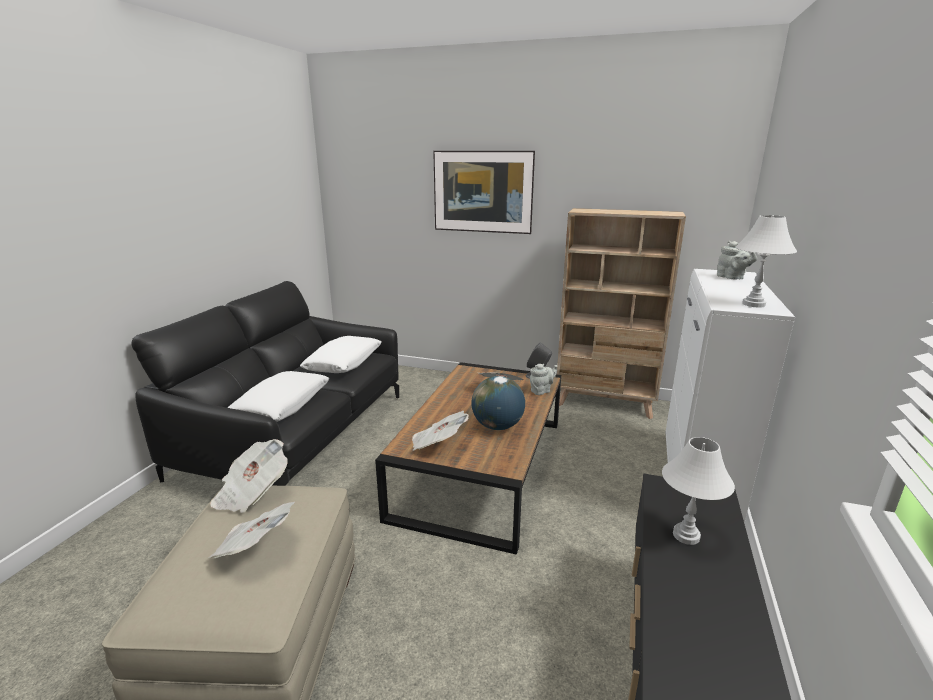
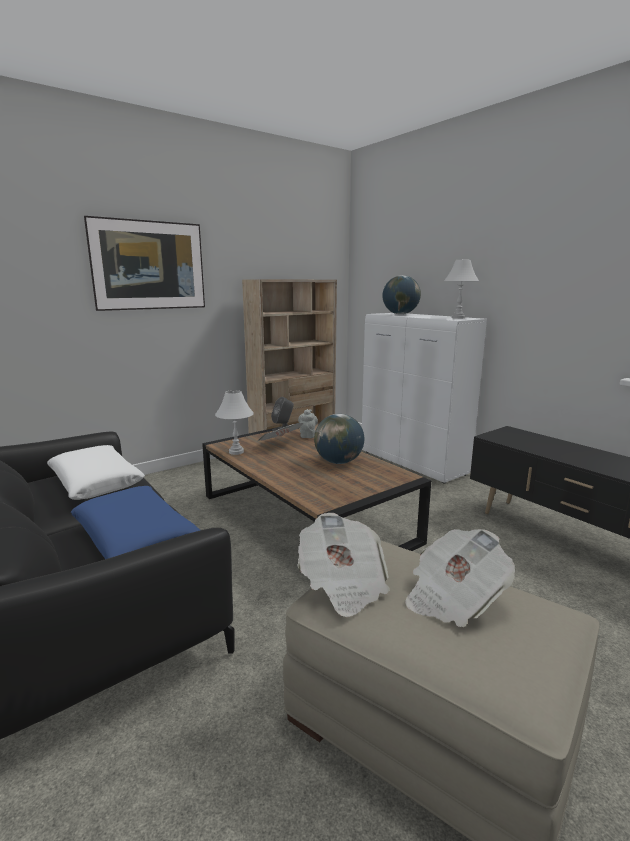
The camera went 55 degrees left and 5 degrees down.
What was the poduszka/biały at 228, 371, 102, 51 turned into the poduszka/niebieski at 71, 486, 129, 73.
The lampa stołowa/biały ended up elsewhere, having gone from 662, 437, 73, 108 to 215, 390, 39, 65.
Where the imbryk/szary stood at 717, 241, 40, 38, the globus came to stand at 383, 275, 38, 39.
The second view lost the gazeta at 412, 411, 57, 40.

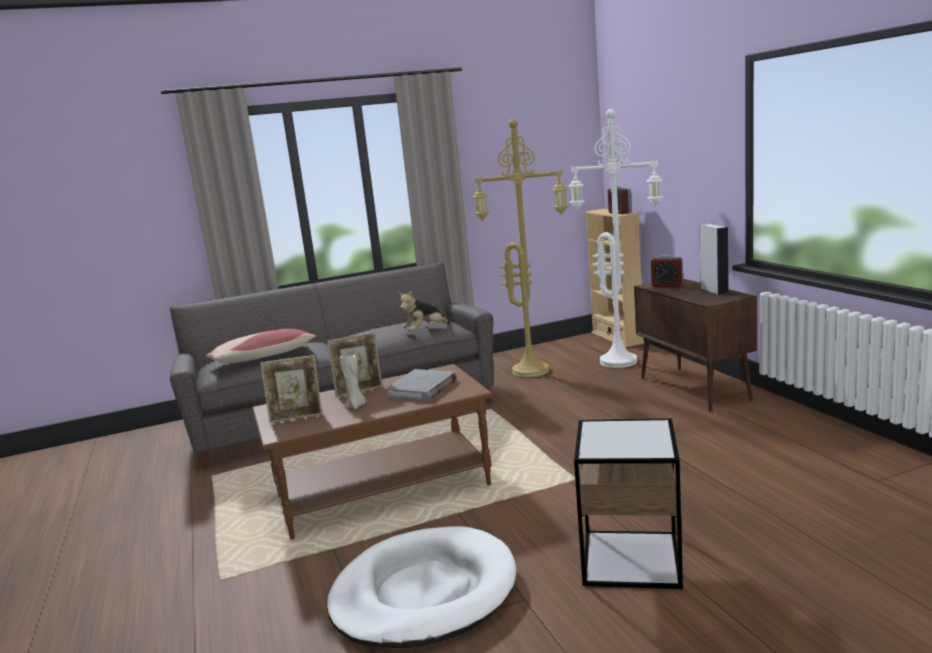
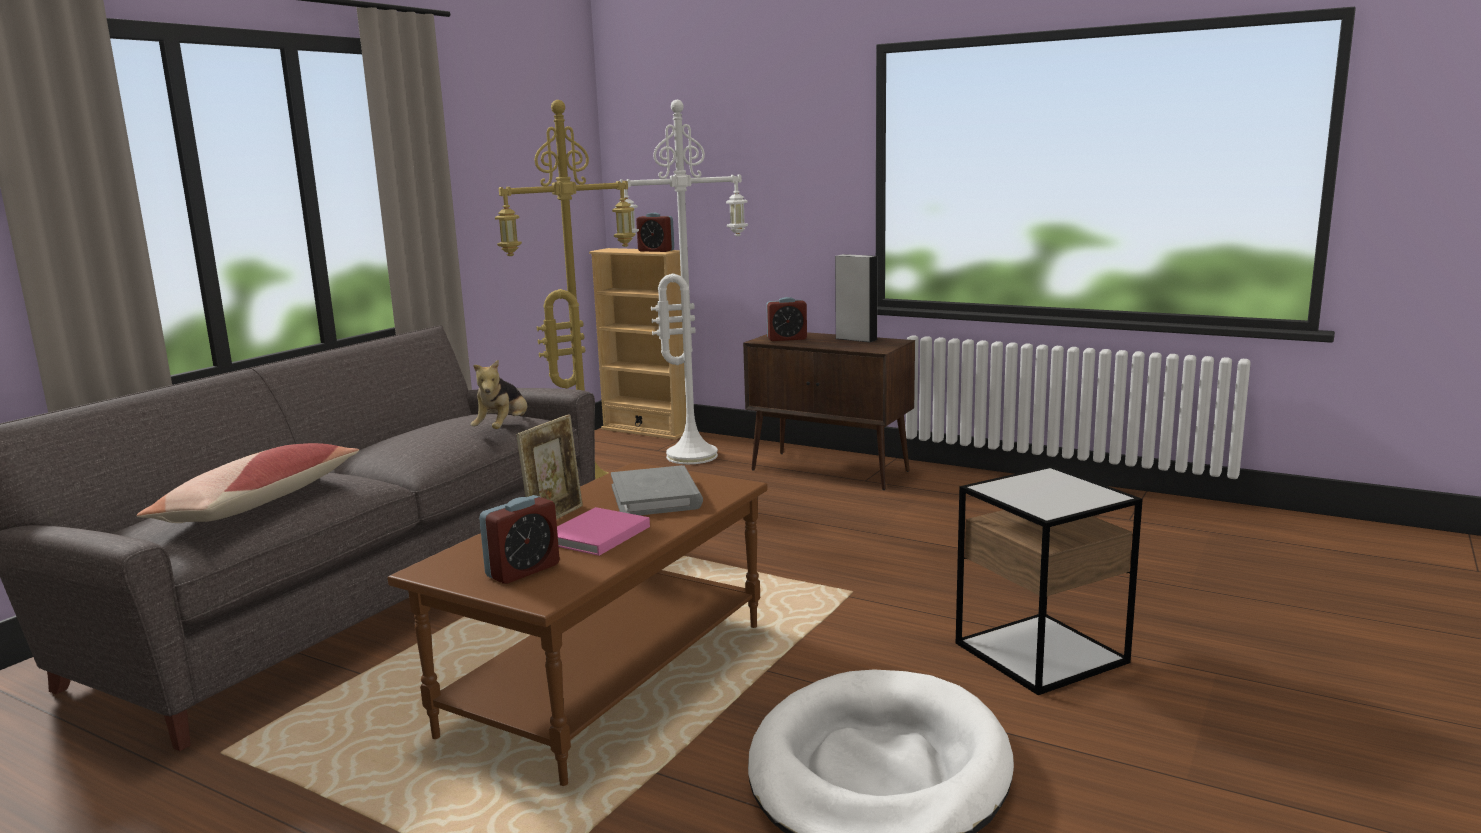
The camera went 40 degrees left and 0 degrees up.
Where the ramka na zdjęcie stood at 260, 355, 63, 68, the budzik came to stand at 479, 495, 80, 89.
Where the świeca/beżowy stood at 339, 354, 27, 55, the książka/różowy came to stand at 557, 507, 93, 49.

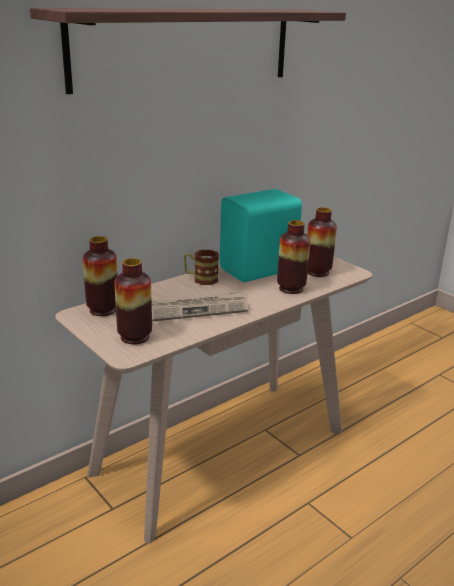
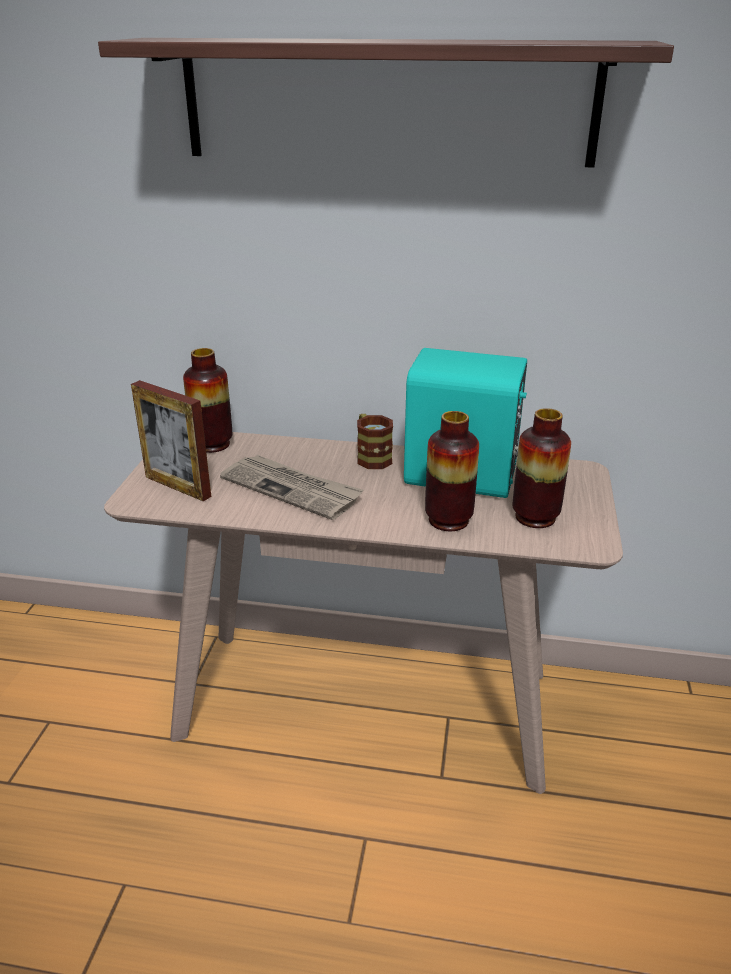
The camera went 50 degrees right and 5 degrees up.
Where the wazon stood at 115, 258, 37, 86, the ramka na zdjęcie came to stand at 131, 380, 80, 121.

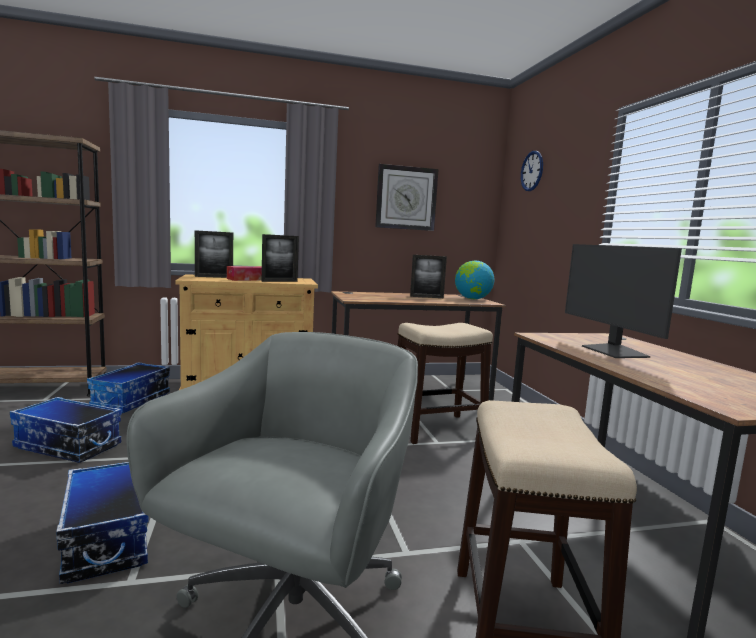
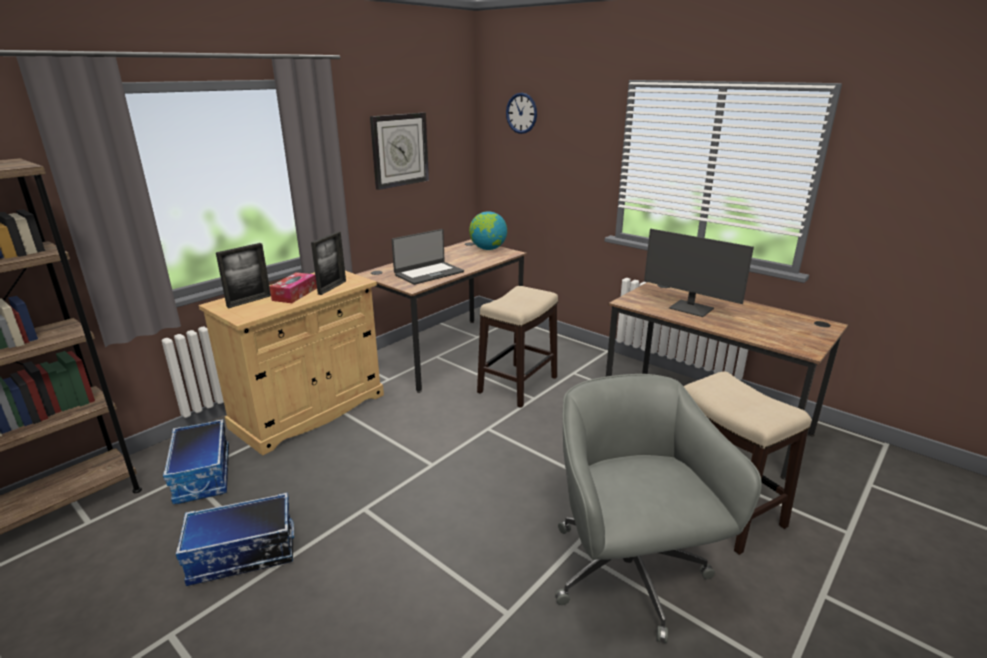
The camera went 35 degrees left and 15 degrees up.
The second view gained the laptop at 392, 229, 72, 56.
The second view lost the pojemnik do przechowywania at 56, 462, 93, 122.
The second view lost the ramka na zdjęcie at 410, 255, 37, 43.

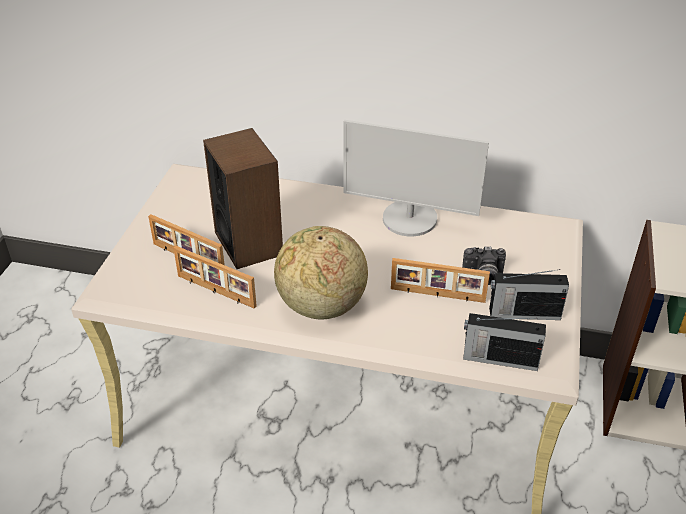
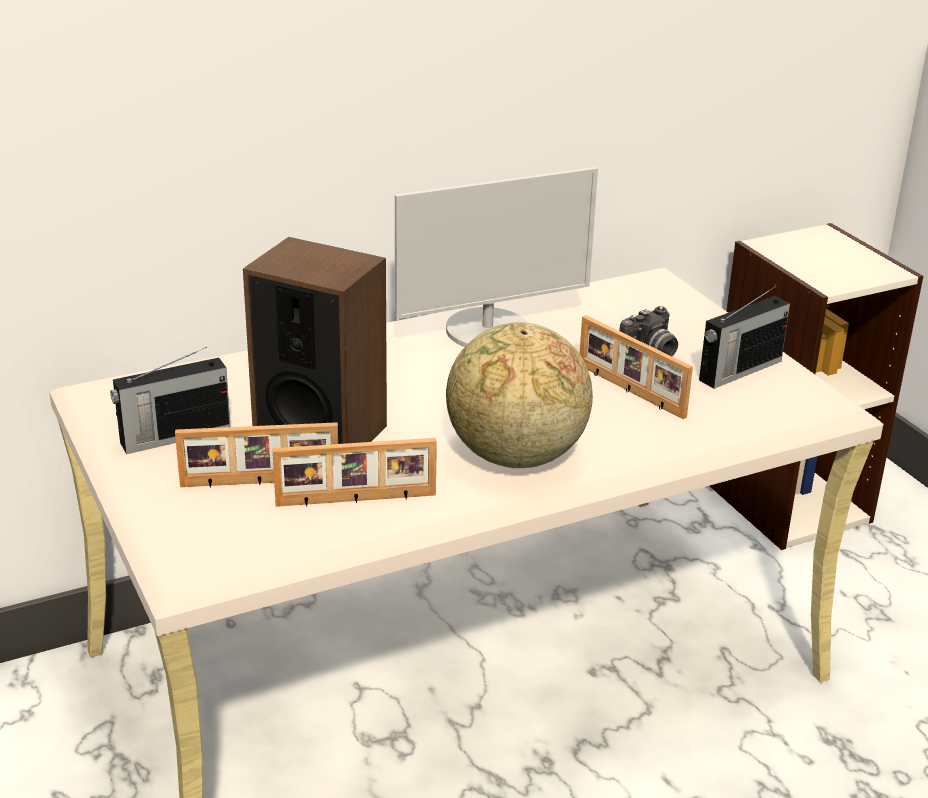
The camera went 40 degrees left and 10 degrees down.
The radio ended up elsewhere, having gone from 463, 313, 83, 58 to 110, 347, 121, 107.
The ramka na zdjęcie at 391, 258, 99, 45 ended up facing another way, 75 degrees clockwise from before.

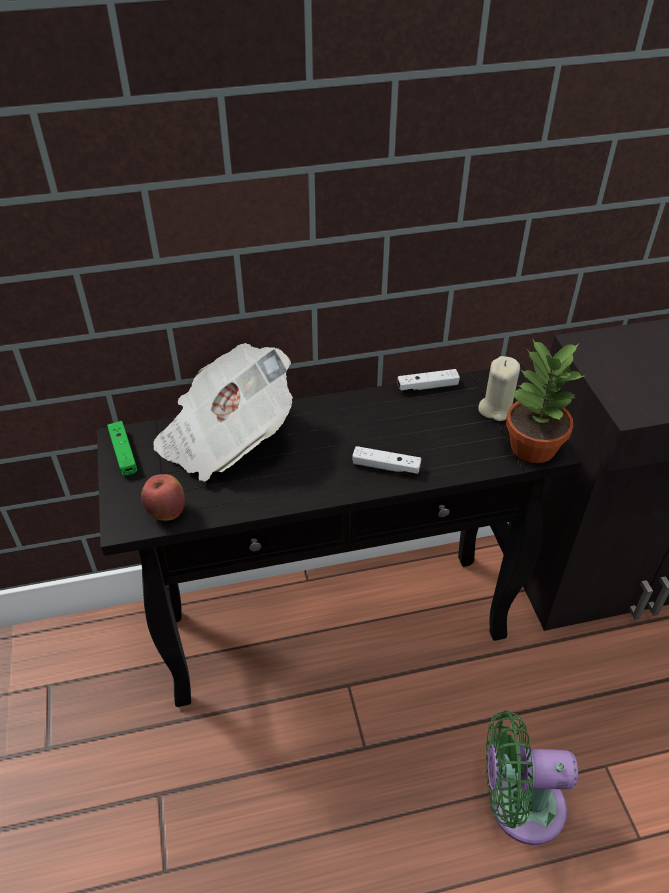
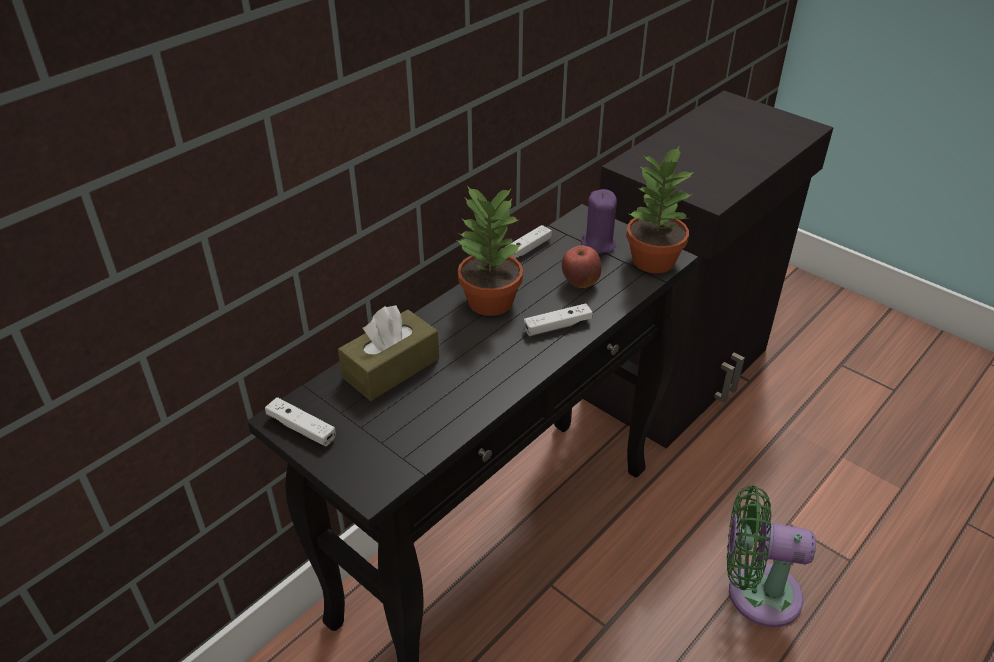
The camera went 35 degrees left and 5 degrees down.
What was the pad do gier/zielony at 107, 421, 30, 55 turned into the pad do gier/biały at 265, 397, 71, 49.
Where the gazeta stood at 153, 343, 140, 139, the pudełko chusteczek/brązowy came to stand at 338, 306, 101, 95.
The second view gained the roślina doniczkowa at 457, 186, 66, 130.
The jabłko ended up elsewhere, having gone from 141, 474, 44, 47 to 562, 245, 39, 43.
What was the świeca/beżowy at 478, 356, 42, 65 turned into the świeca/fioletowy at 581, 189, 36, 65.
The wentylator/zielony at 486, 710, 92, 135 ended up facing another way, 45 degrees clockwise from before.

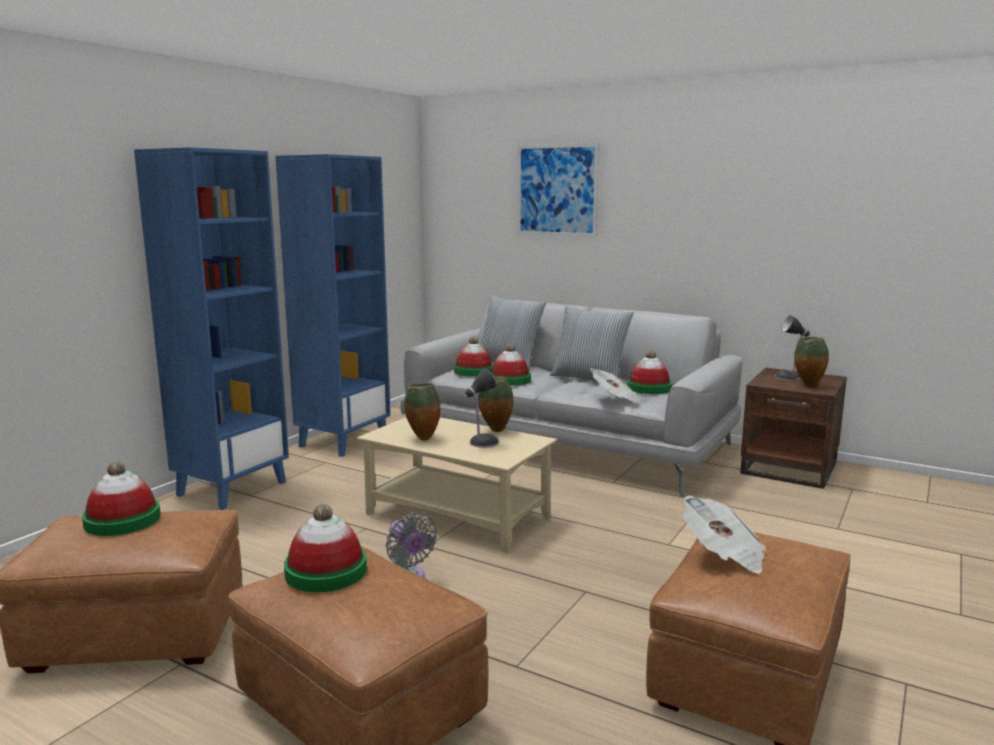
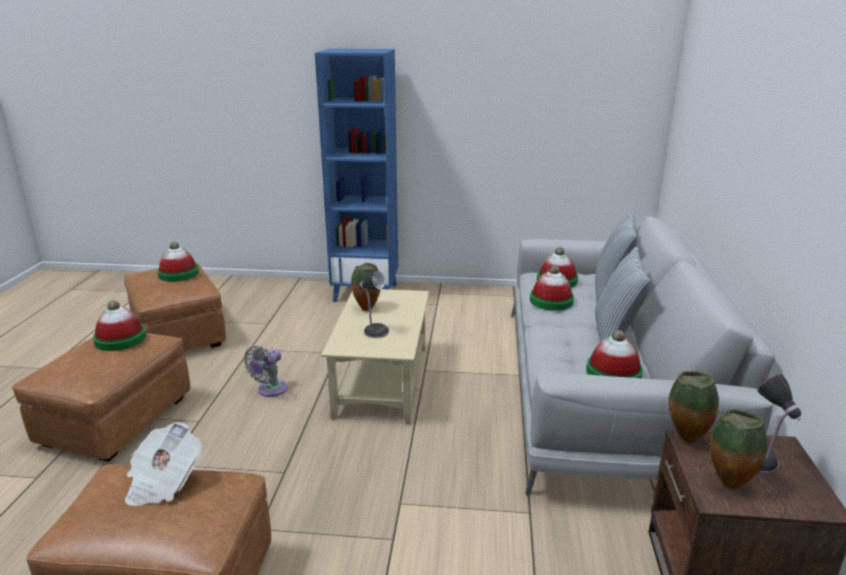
The camera went 65 degrees right and 10 degrees up.
The wazon ended up elsewhere, having gone from 478, 376, 35, 56 to 668, 371, 51, 72.
The second view lost the regał/niebieski at 275, 154, 115, 303.
The second view lost the obraz at 517, 143, 82, 94.
The second view lost the gazeta at 590, 368, 49, 36.

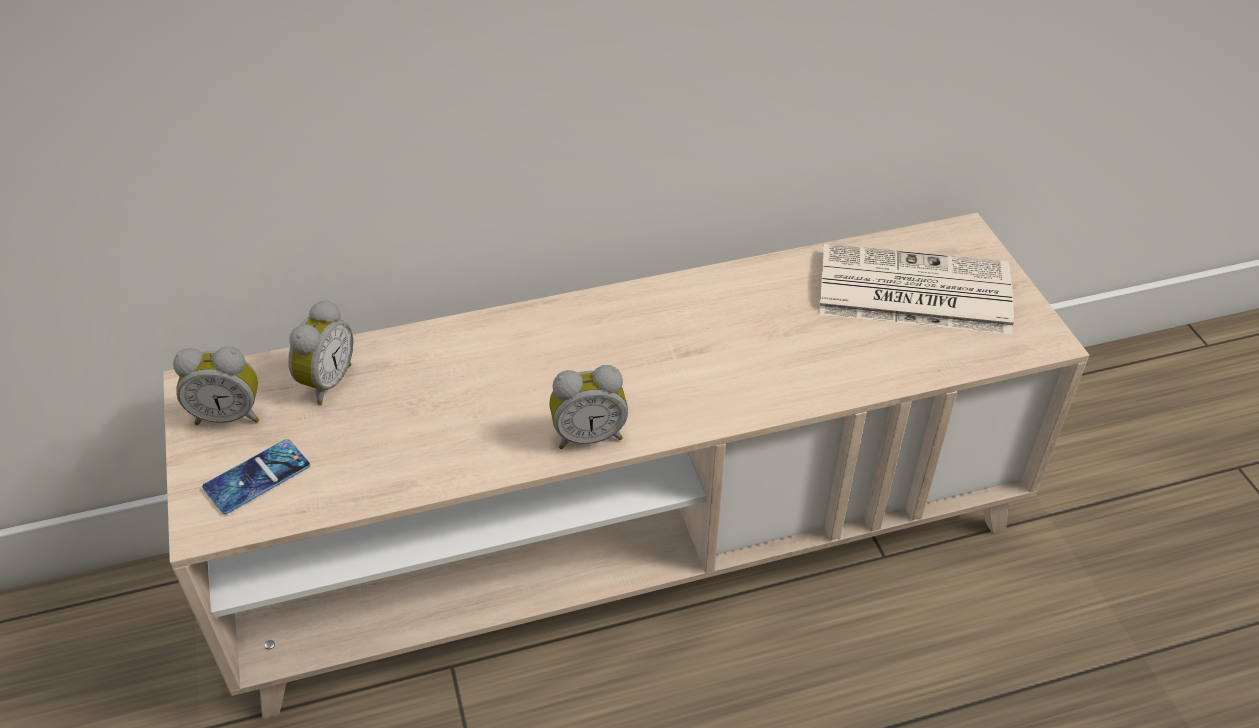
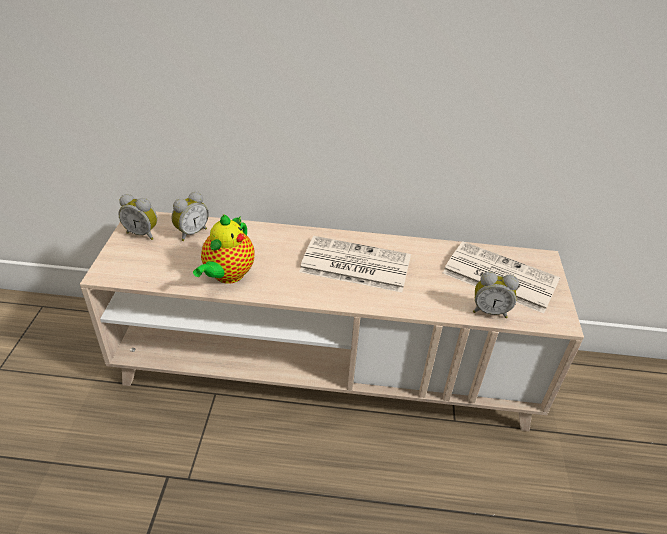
The camera went 20 degrees right and 5 degrees down.
The second view gained the imbryk at 193, 214, 62, 70.
The second view gained the gazeta at 299, 236, 112, 56.
The budzik ended up elsewhere, having gone from 549, 365, 79, 84 to 473, 271, 46, 47.
The second view lost the telefon at 202, 439, 108, 75.

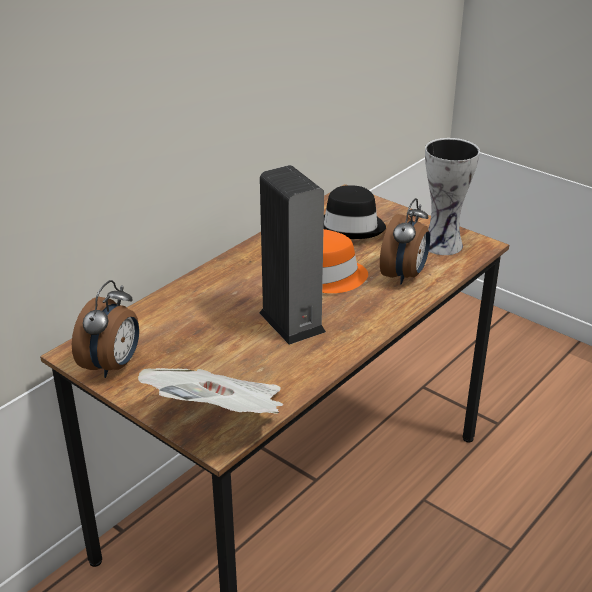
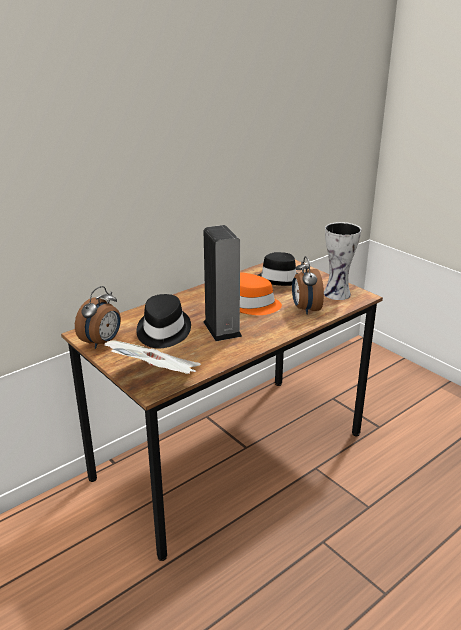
The camera went 10 degrees right and 5 degrees down.
The second view gained the kapelusz/czarny at 136, 294, 55, 55.
The budzik at 380, 198, 50, 87 ended up facing another way, 135 degrees clockwise from before.

